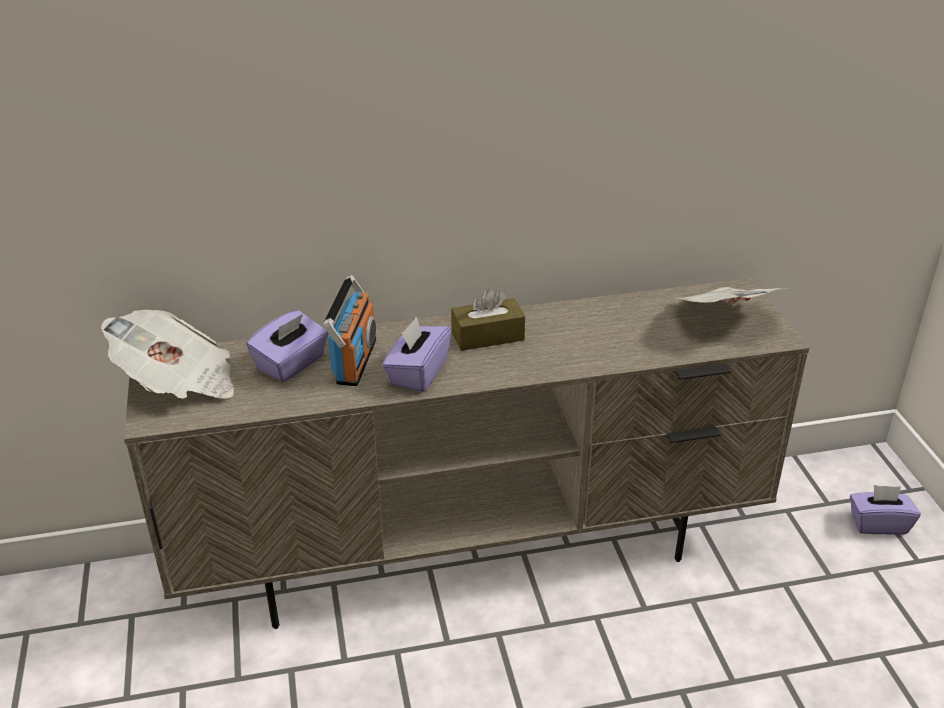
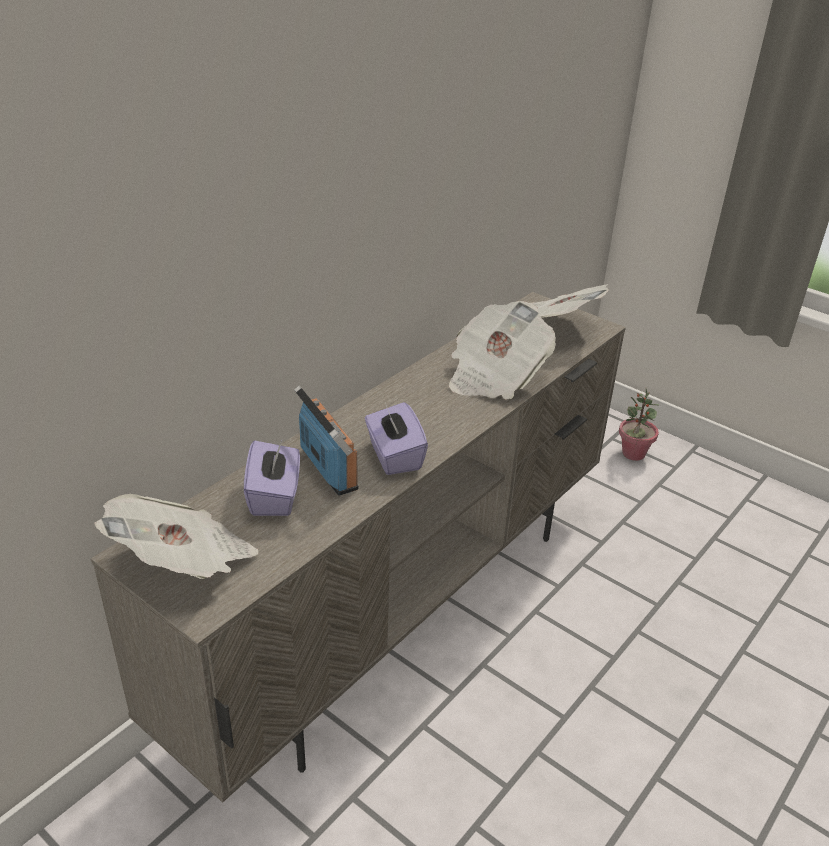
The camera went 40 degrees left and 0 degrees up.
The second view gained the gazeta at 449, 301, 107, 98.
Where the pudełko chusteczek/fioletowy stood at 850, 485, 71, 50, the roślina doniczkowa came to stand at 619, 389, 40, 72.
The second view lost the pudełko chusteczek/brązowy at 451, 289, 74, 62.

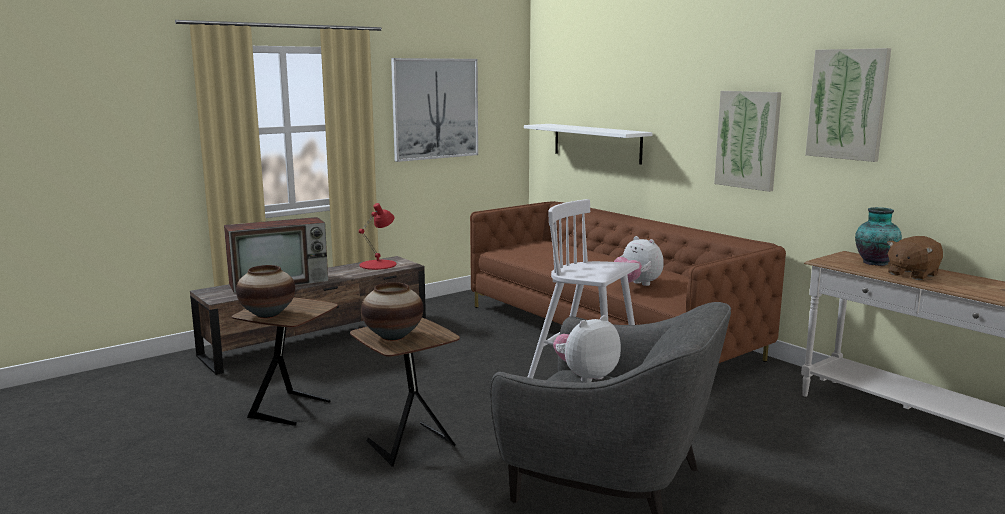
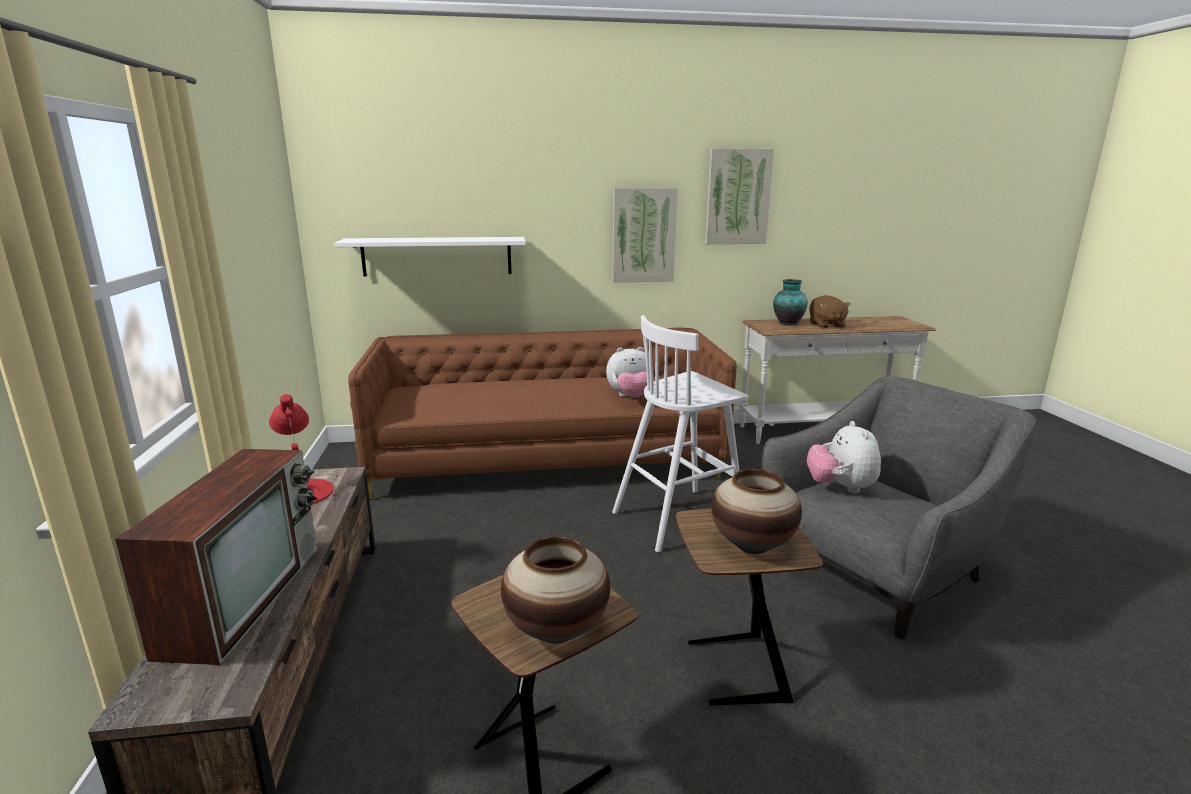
The camera went 60 degrees left and 5 degrees up.
The second view lost the obraz at 391, 58, 87, 104.

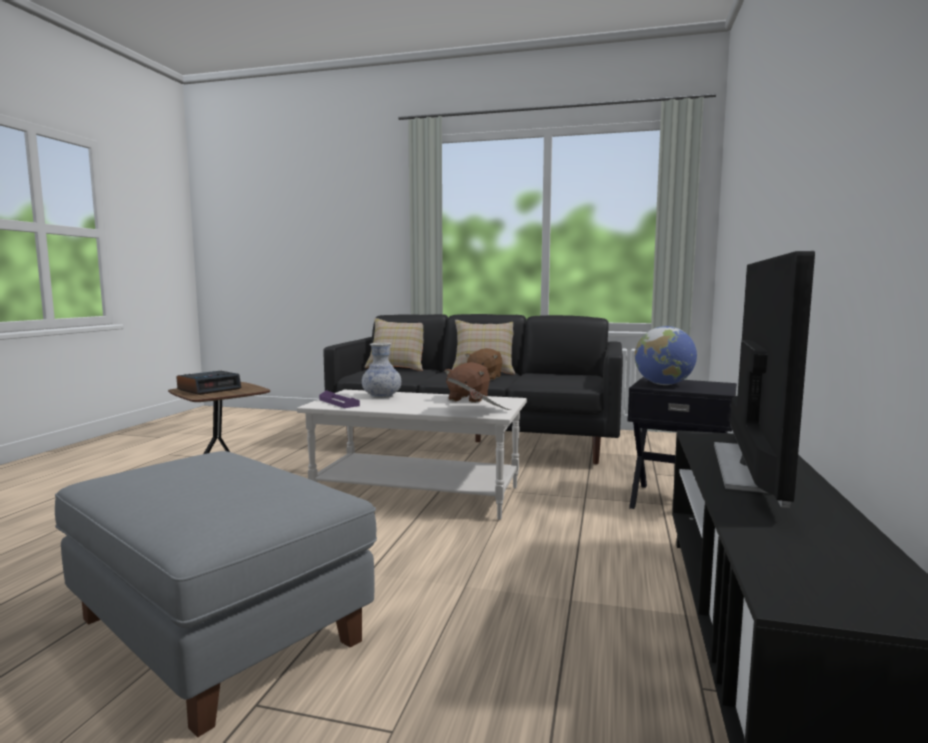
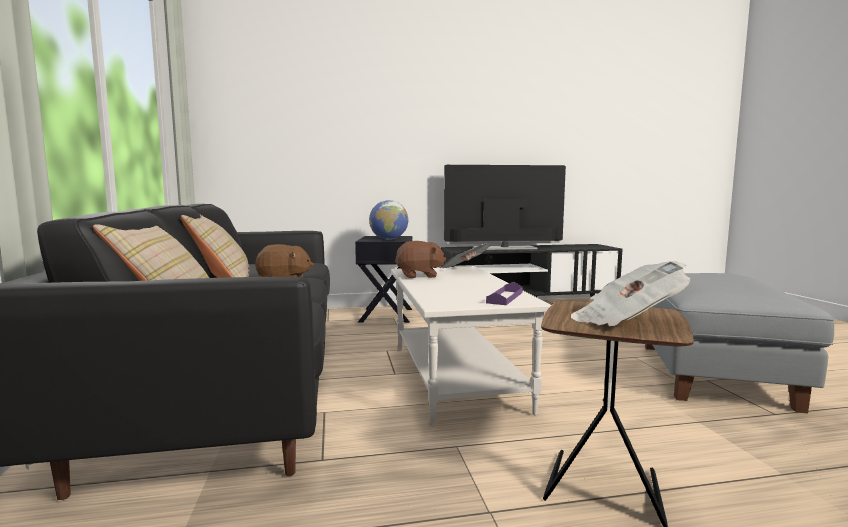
The camera went 115 degrees left and 0 degrees up.
Where the budzik stood at 176, 371, 65, 24, the gazeta came to stand at 571, 261, 119, 65.
The second view lost the wazon at 362, 343, 39, 55.

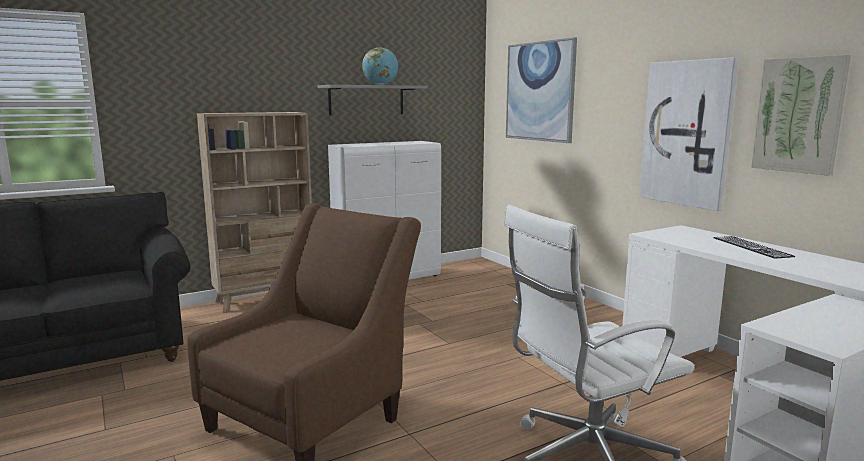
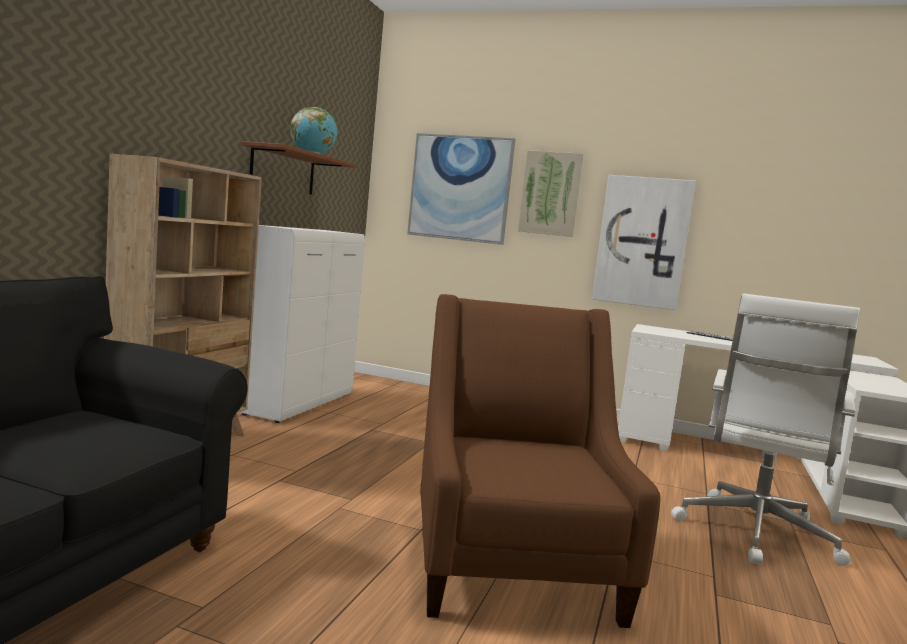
The camera went 40 degrees left and 5 degrees down.
What was the półka/szary at 317, 85, 111, 30 turned into the półka/brązowy at 242, 141, 113, 54.
The obraz ended up elsewhere, having gone from 751, 55, 100, 121 to 518, 150, 65, 87.

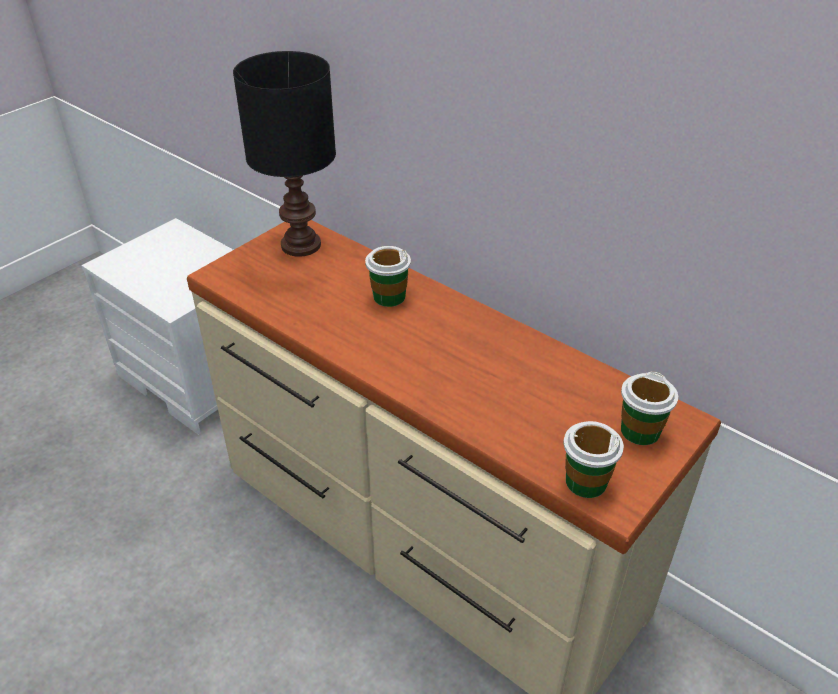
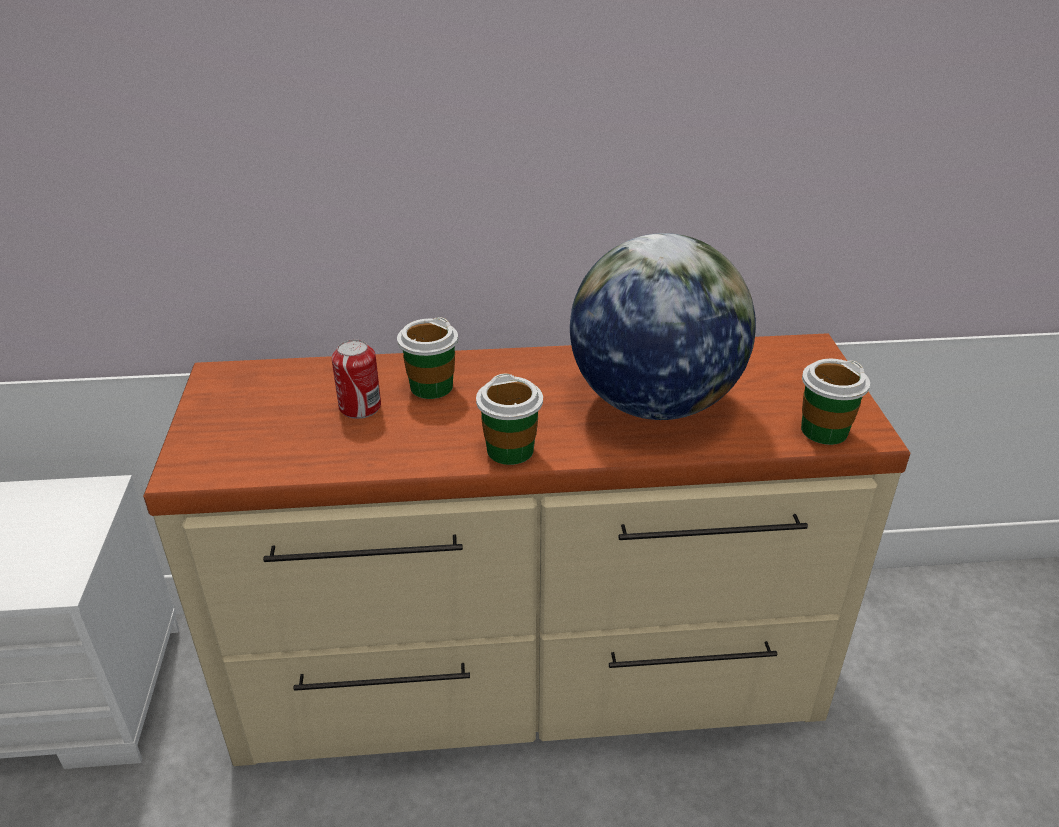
The camera went 45 degrees left and 5 degrees down.
The second view gained the puszka at 332, 340, 49, 79.
The filiżanka ended up elsewhere, having gone from 621, 372, 57, 73 to 476, 373, 67, 92.
The second view gained the globus at 570, 233, 186, 187.
The second view lost the lampa stołowa/czarny at 233, 51, 103, 206.

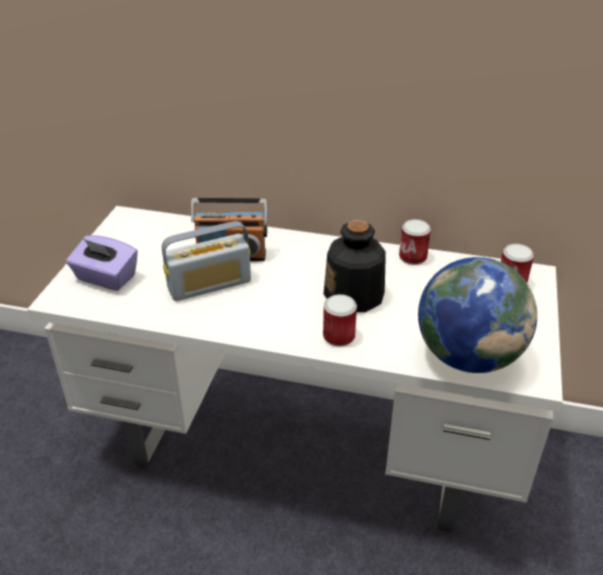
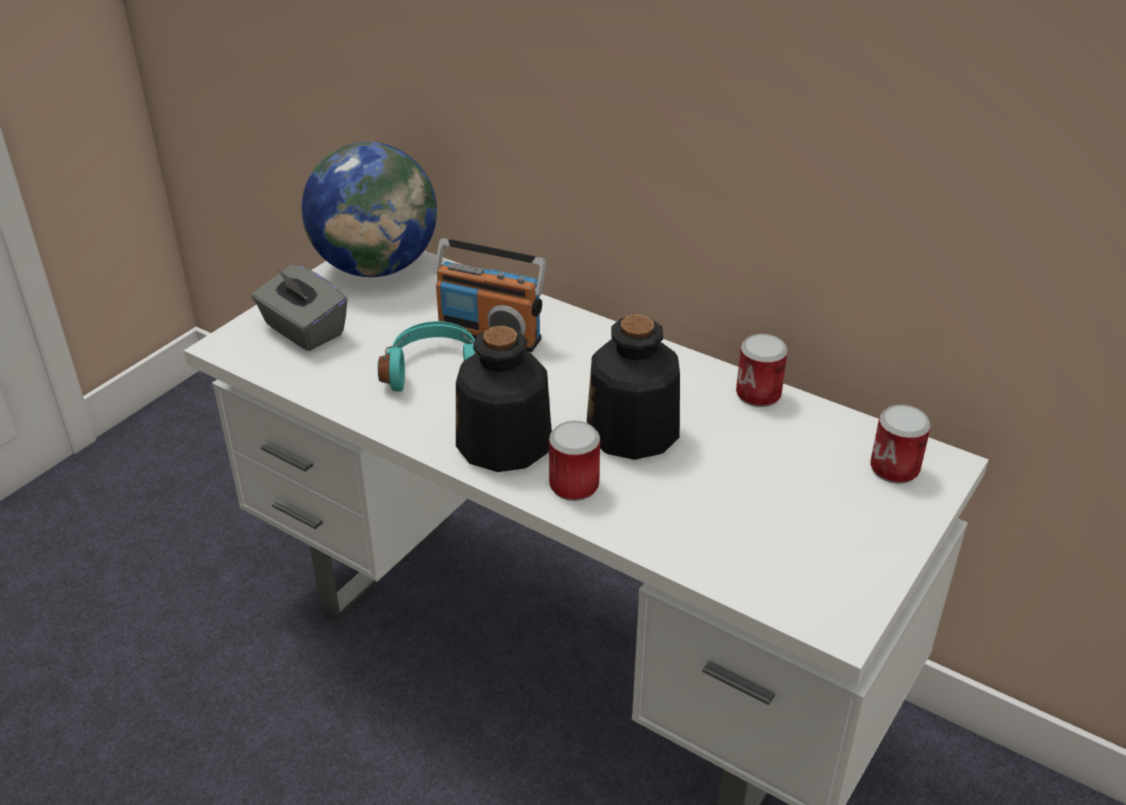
The camera went 20 degrees right and 0 degrees up.
What was the pudełko chusteczek/fioletowy at 66, 235, 72, 56 turned into the pudełko chusteczek/szary at 252, 265, 95, 86.
The globus ended up elsewhere, having gone from 418, 257, 119, 116 to 302, 142, 135, 135.
Where the radio stood at 162, 221, 89, 80, the słuchawki/turkusowy came to stand at 378, 321, 98, 71.
The second view gained the butelka at 456, 326, 96, 146.

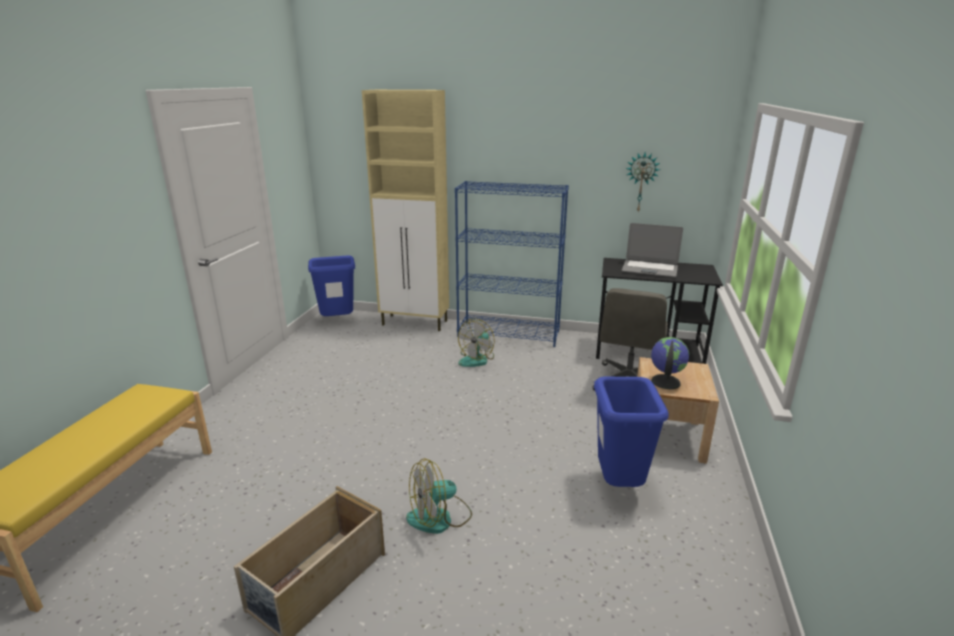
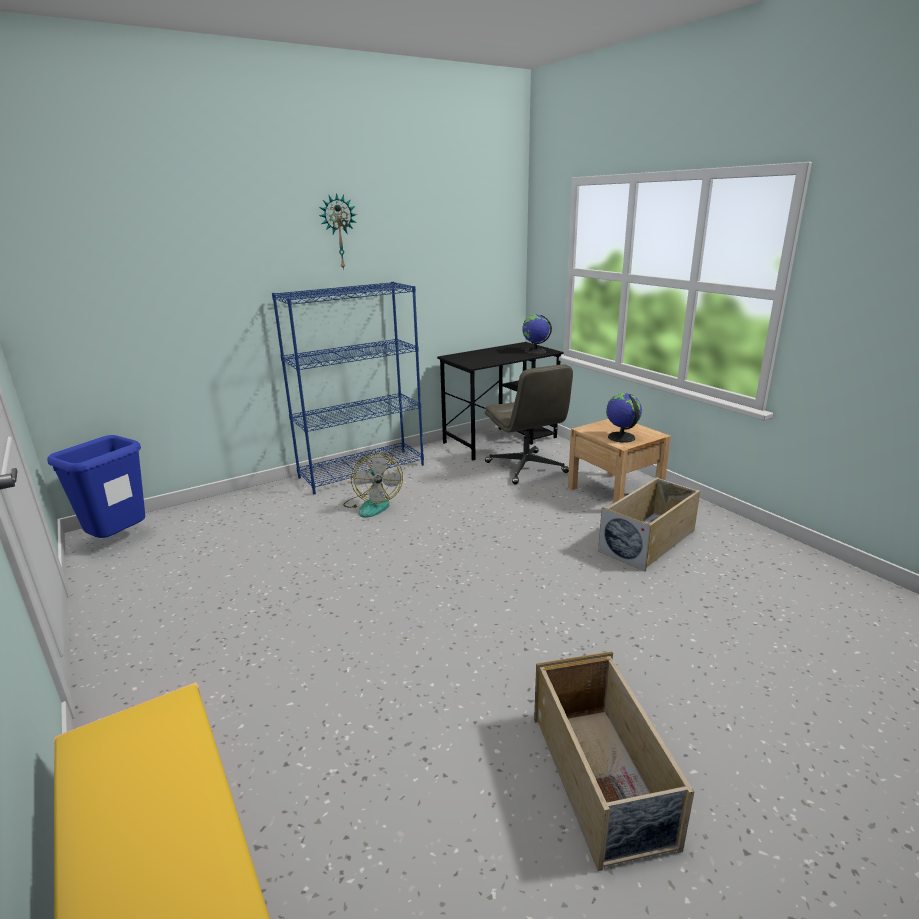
The camera went 45 degrees left and 0 degrees up.
The zegar ścienny ended up elsewhere, having gone from 626, 152, 34, 60 to 319, 193, 38, 77.
The second view gained the globus at 522, 315, 30, 39.
Where the kosz na śmieci/niebieski stood at 594, 377, 75, 110, the pojemnik do przechowywania/beżowy came to stand at 598, 477, 102, 94.
The second view lost the szafka/beżowy at 362, 90, 87, 241.
The second view lost the wentylator at 406, 458, 66, 76.
The second view lost the laptop at 622, 223, 61, 54.

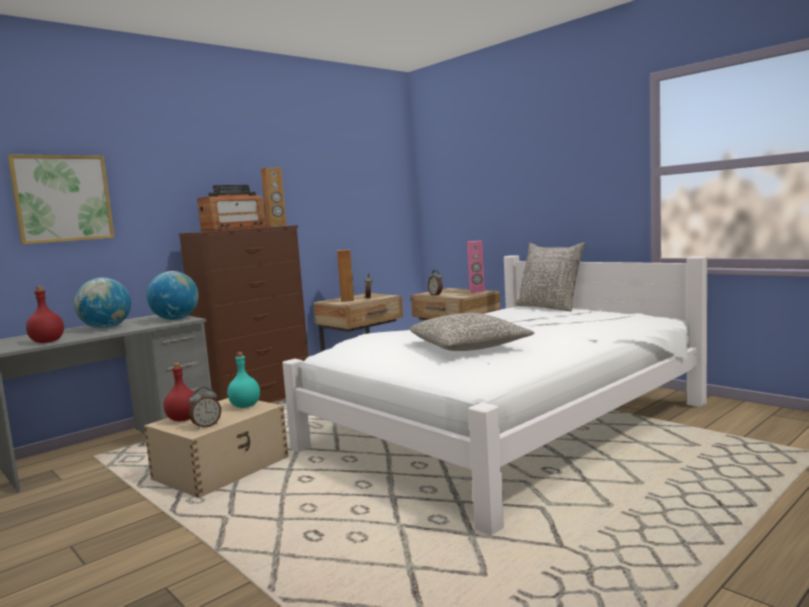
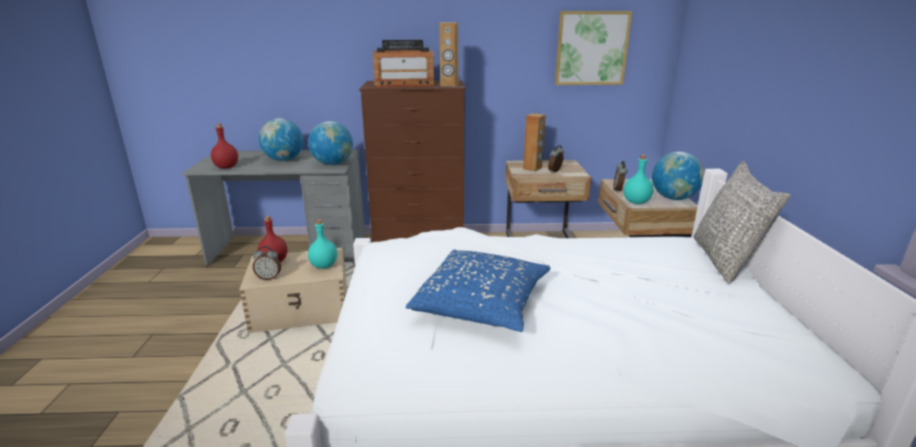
The camera went 40 degrees right and 15 degrees up.
What was the poduszka/szary at 410, 313, 124, 38 turned into the poduszka/niebieski at 406, 250, 144, 82.
The obraz ended up elsewhere, having gone from 7, 154, 108, 91 to 555, 11, 77, 74.
The second view gained the butelka/turkusowy at 624, 155, 29, 49.
Where the głośnik/różowy stood at 467, 241, 18, 52, the globus came to stand at 652, 152, 52, 48.

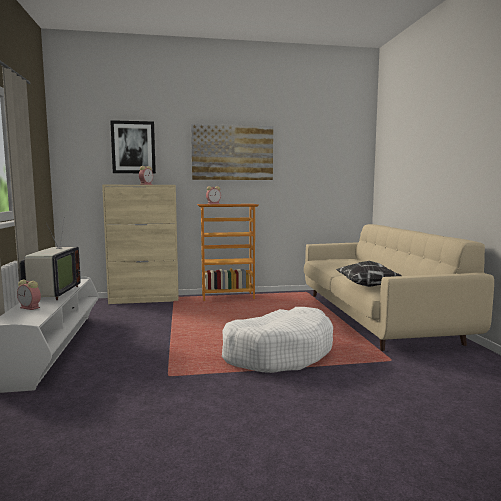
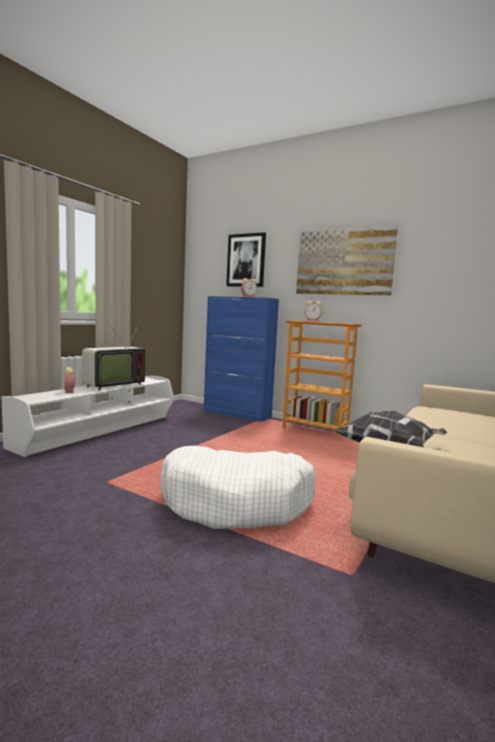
The camera went 40 degrees right and 0 degrees up.
What was the szafka/beżowy at 102, 185, 76, 119 turned into the szafka/niebieski at 204, 296, 75, 126.

